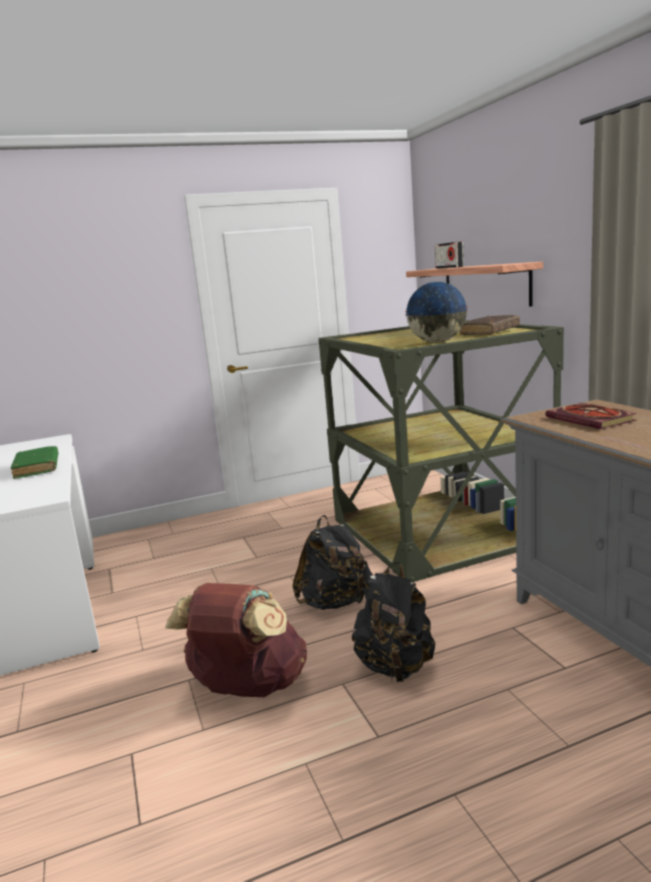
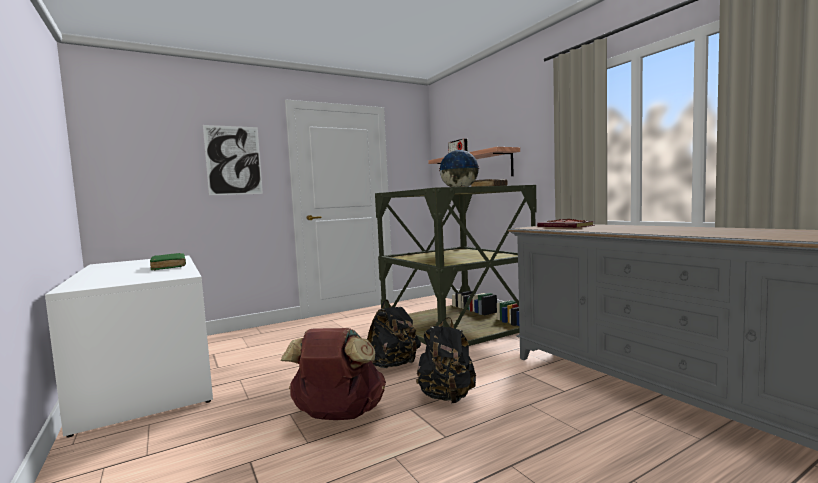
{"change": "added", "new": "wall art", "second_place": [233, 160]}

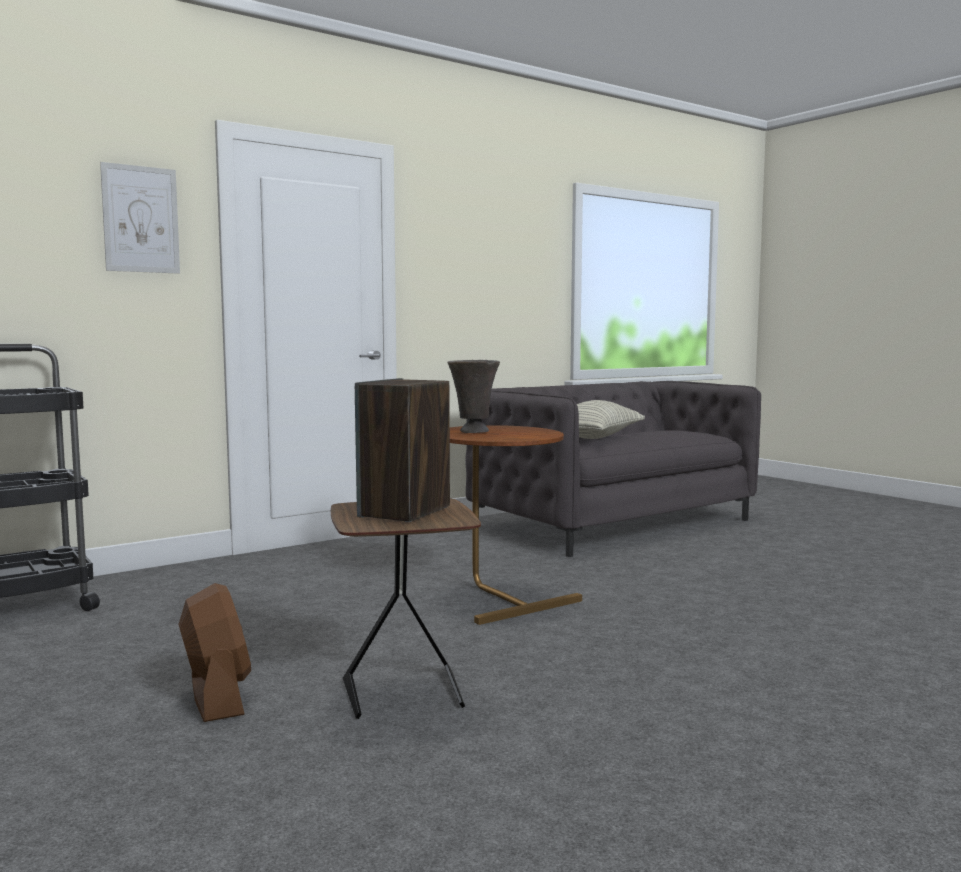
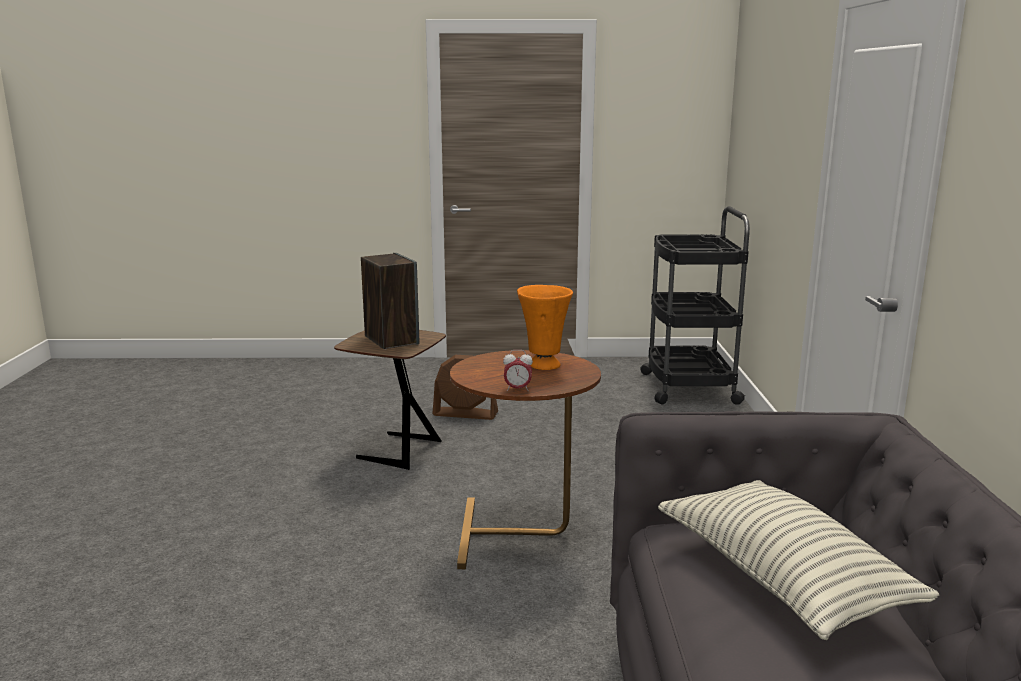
{"change": "removed", "old": "wall art", "first_place": [140, 218]}
{"change": "recoloured", "old": "gray decorative vase", "new": "orangey decorative vase", "first_place": [474, 396], "second_place": [545, 327]}
{"change": "added", "new": "table clock", "second_place": [518, 370]}

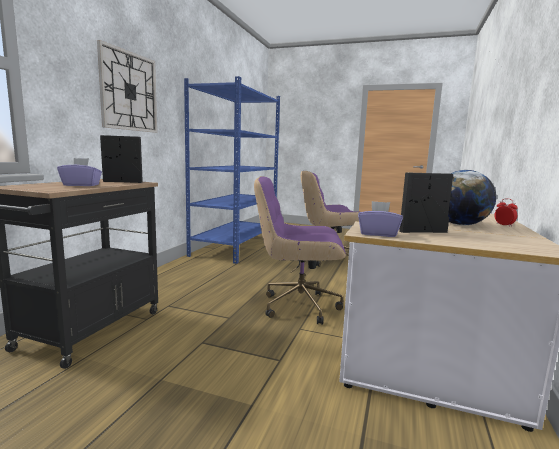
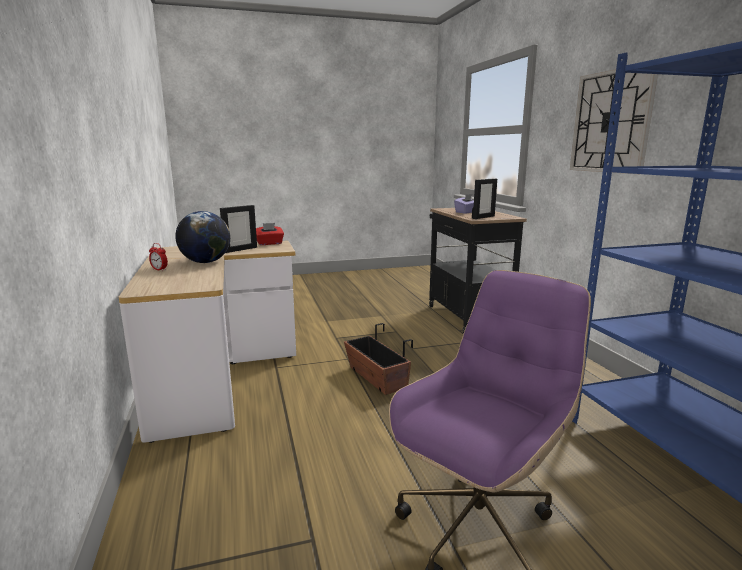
{"change": "replaced", "old": "purple office chair", "new": "plant pot", "first_place": [300, 250], "second_place": [378, 359]}
{"change": "recoloured", "old": "purple tissue box", "new": "red tissue box", "first_place": [380, 219], "second_place": [270, 234]}

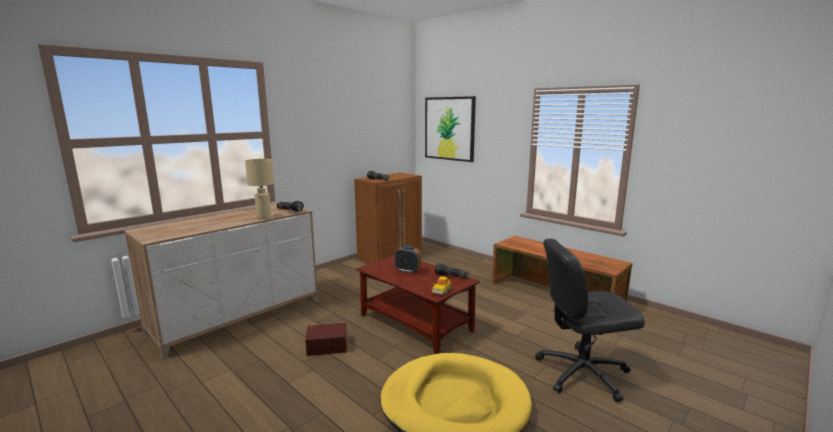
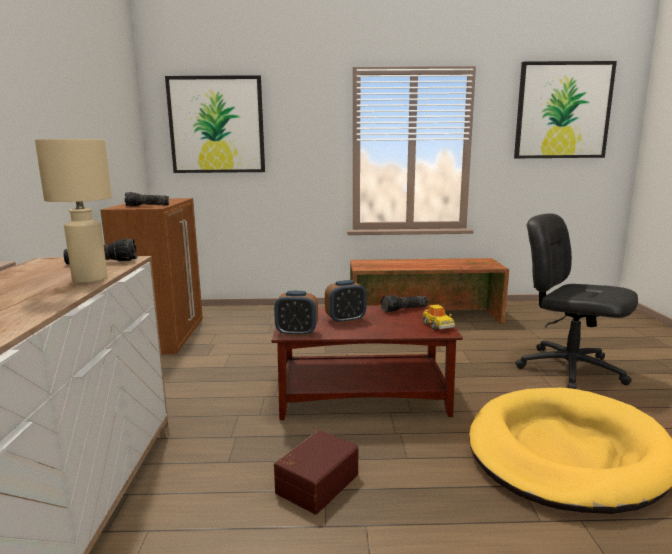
{"change": "turned", "old": "black-coloured office chair", "first_place": [590, 320], "second_place": [576, 301], "degrees": 90}
{"change": "added", "new": "wall art", "second_place": [565, 109]}
{"change": "added", "new": "table clock", "second_place": [296, 313]}

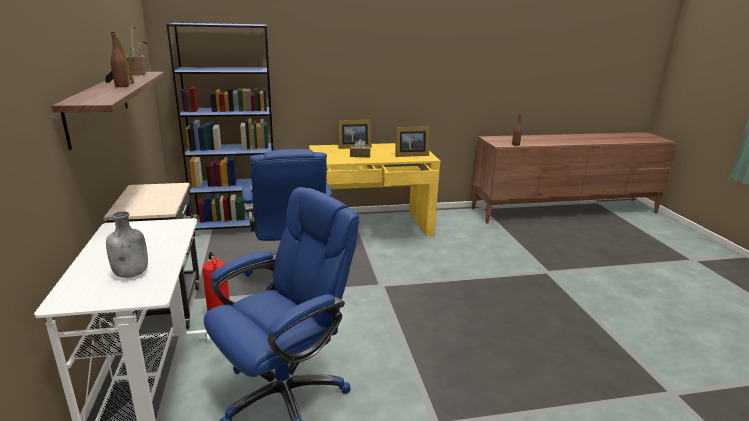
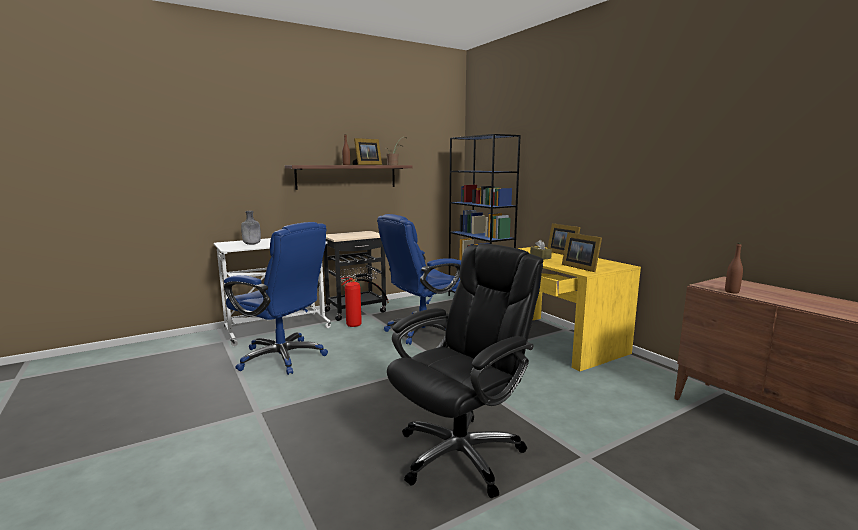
{"change": "added", "new": "black-coloured office chair", "second_place": [465, 370]}

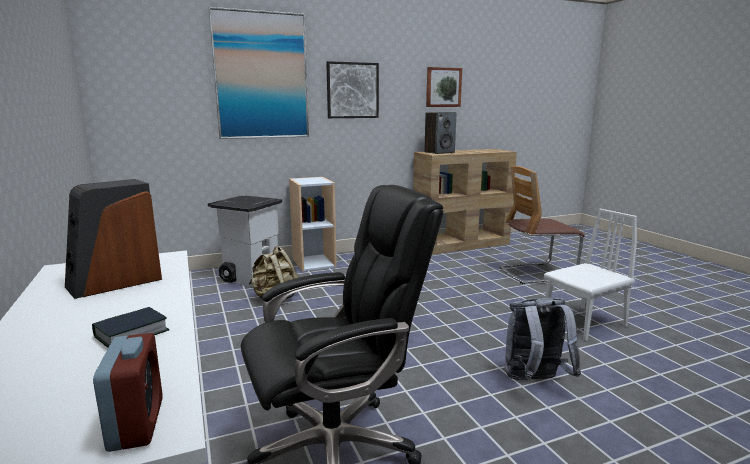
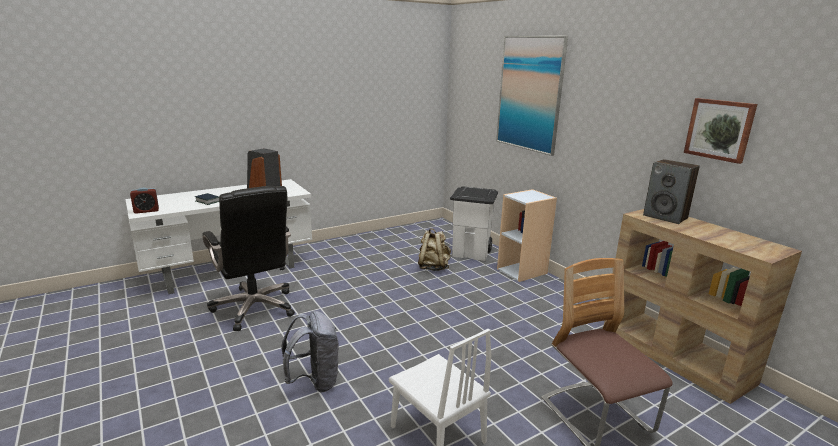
{"change": "removed", "old": "wall art", "first_place": [352, 89]}

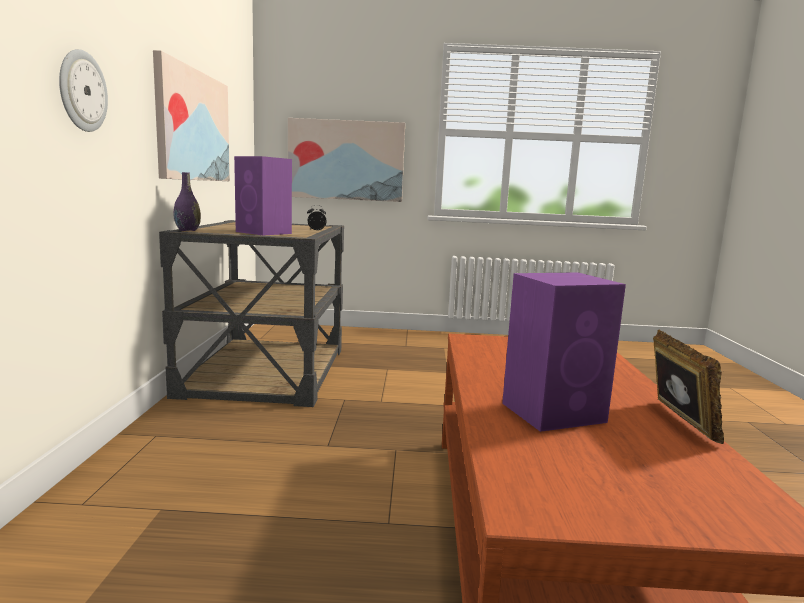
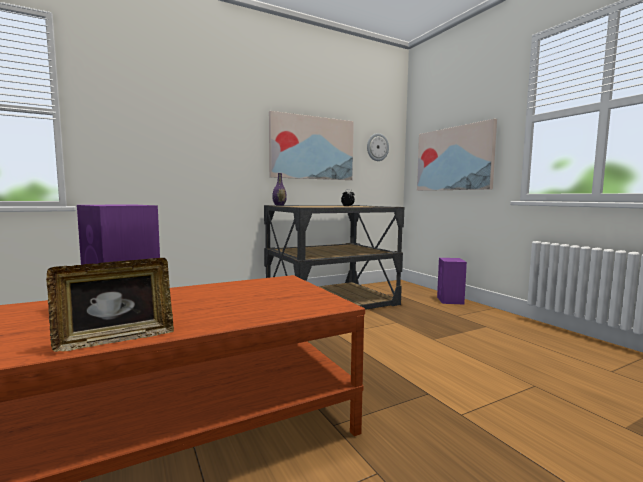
{"change": "moved", "old": "clock on the wall", "first_place": [83, 90], "second_place": [378, 147]}
{"change": "moved", "old": "purple loudspeaker", "first_place": [263, 195], "second_place": [452, 281]}

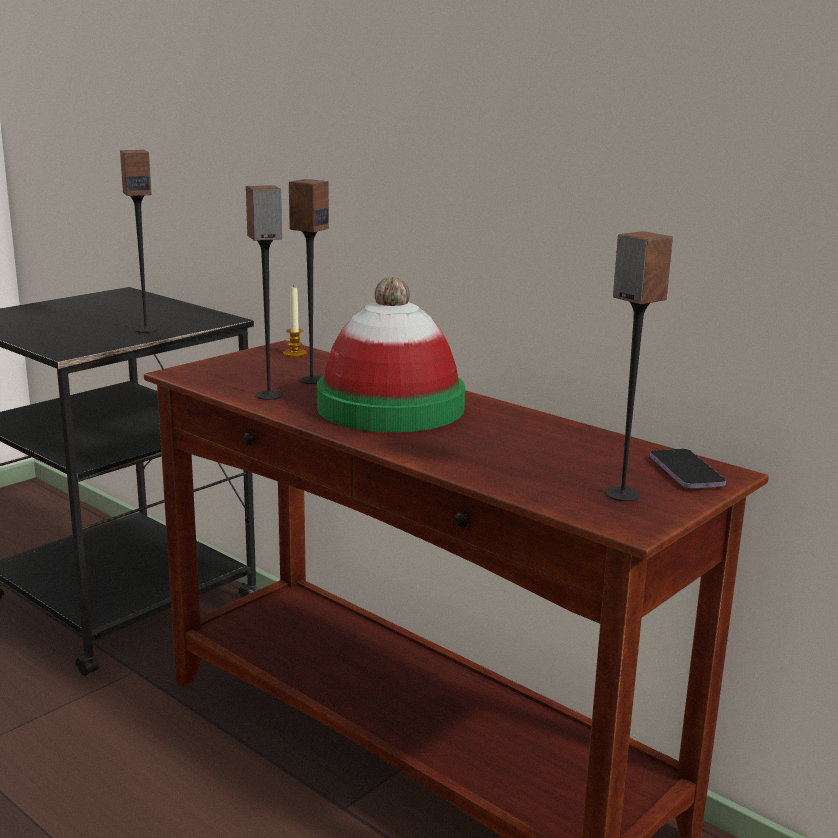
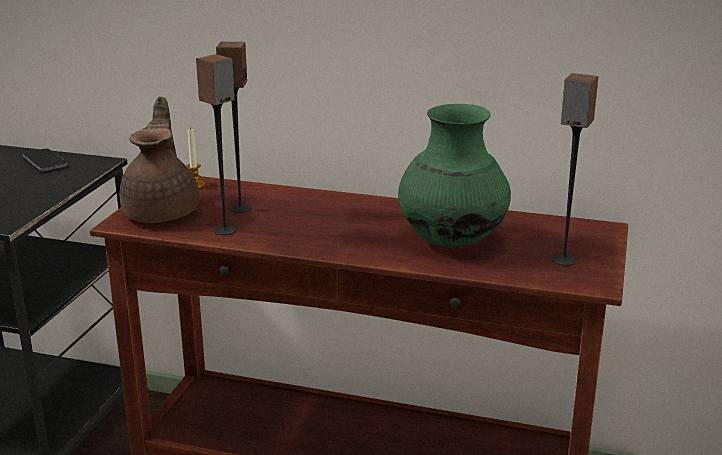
{"change": "removed", "old": "loudspeaker", "first_place": [139, 241]}
{"change": "removed", "old": "hat", "first_place": [391, 354]}
{"change": "moved", "old": "telephone", "first_place": [688, 468], "second_place": [45, 160]}
{"change": "added", "new": "brown teapot", "second_place": [159, 160]}
{"change": "added", "new": "green decorative vase", "second_place": [454, 175]}

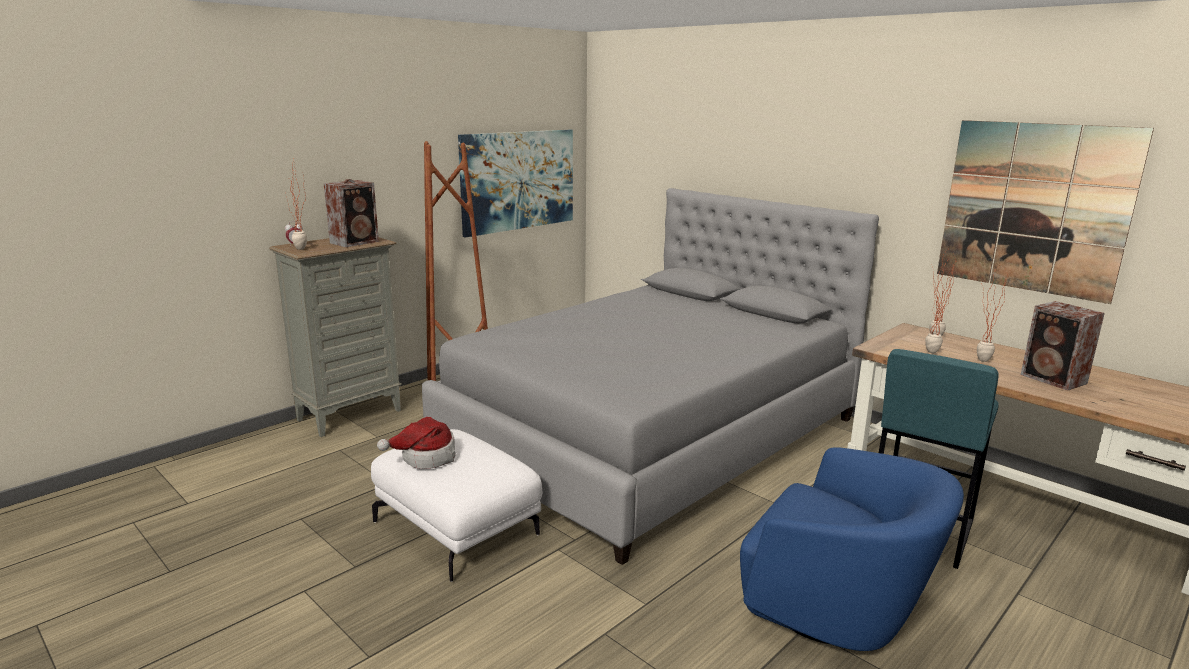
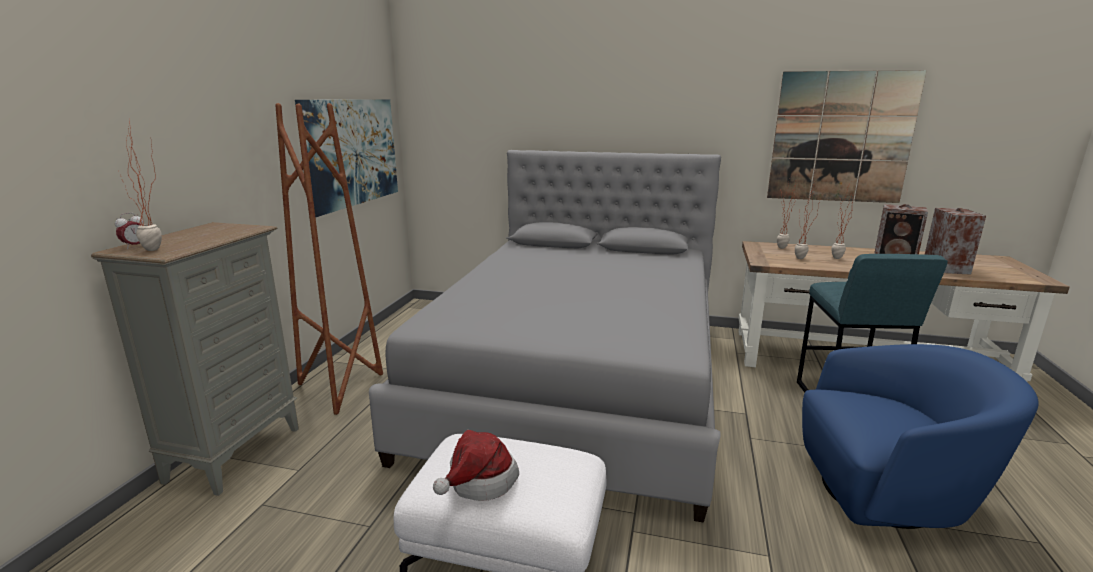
{"change": "moved", "old": "loudspeaker", "first_place": [351, 213], "second_place": [955, 241]}

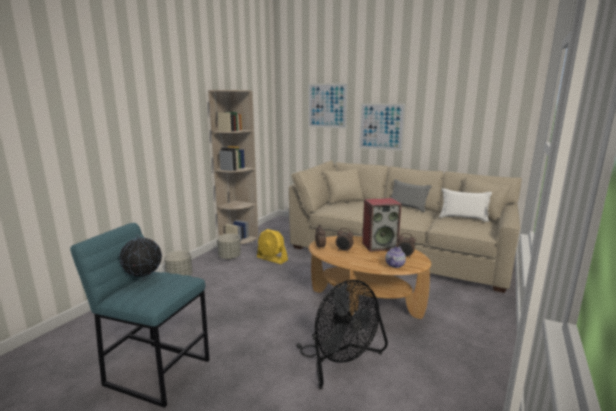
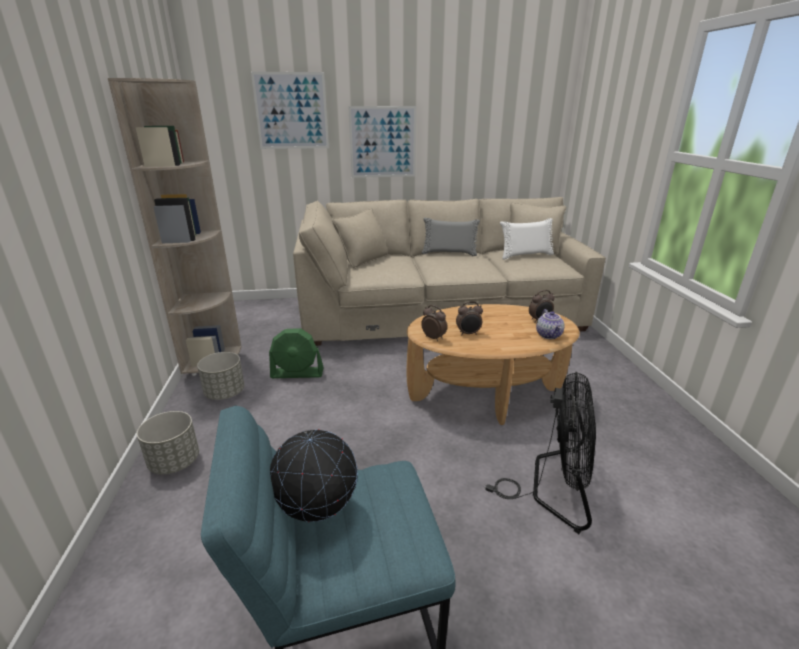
{"change": "removed", "old": "loudspeaker", "first_place": [381, 225]}
{"change": "recoloured", "old": "yellow fan", "new": "green fan", "first_place": [272, 246], "second_place": [296, 353]}

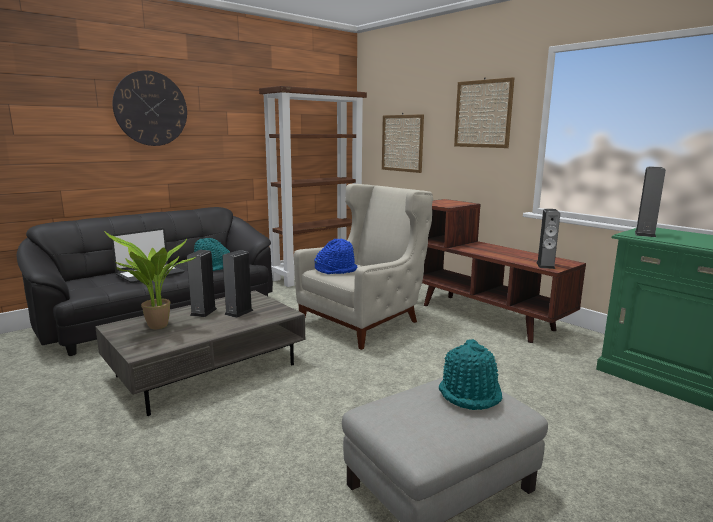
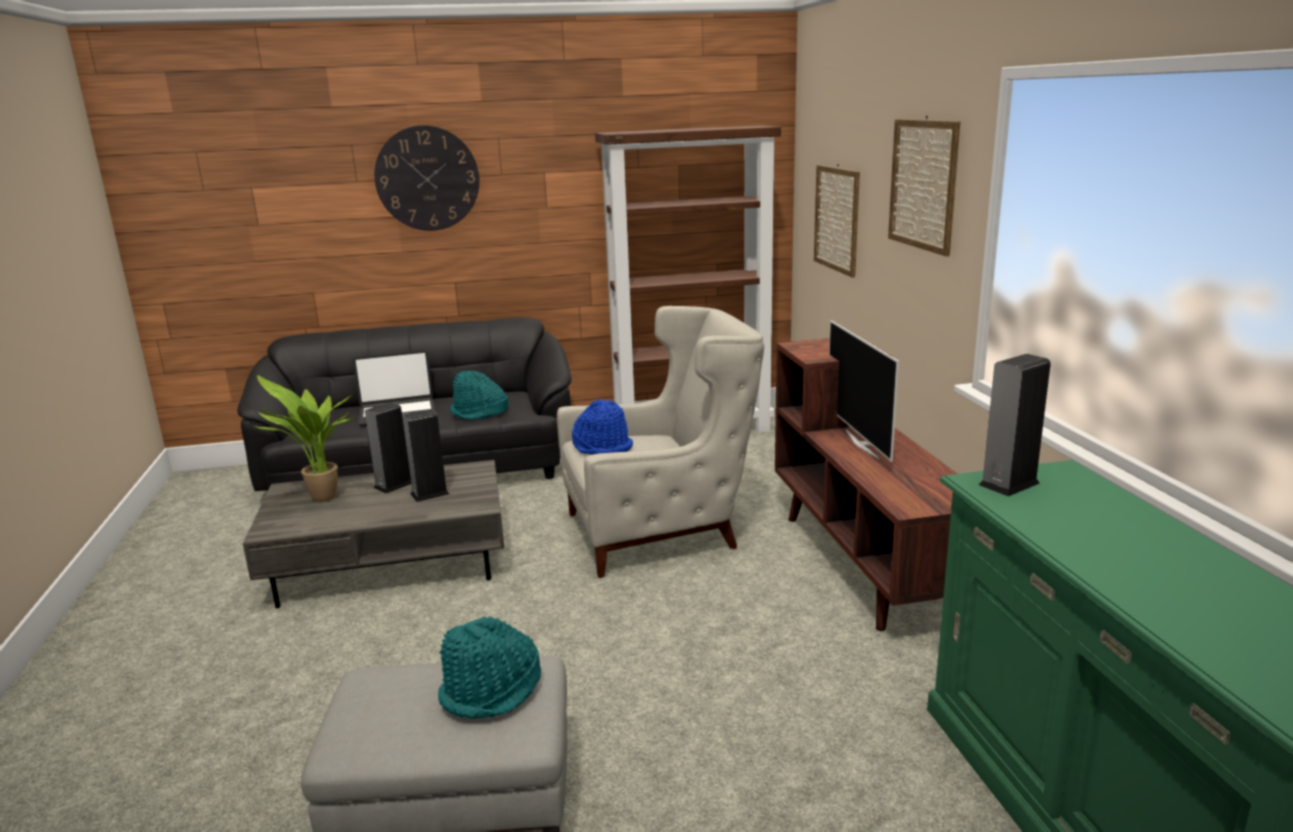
{"change": "removed", "old": "loudspeaker", "first_place": [548, 239]}
{"change": "added", "new": "TV", "second_place": [864, 391]}

